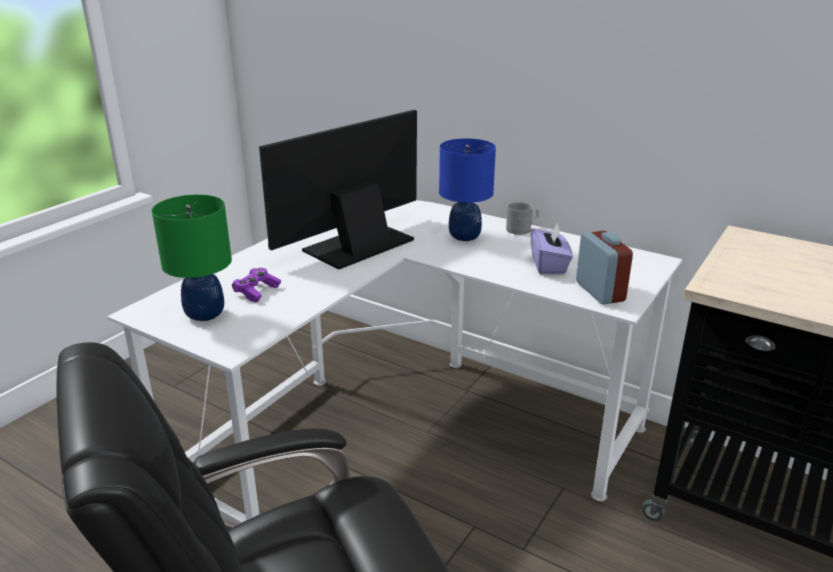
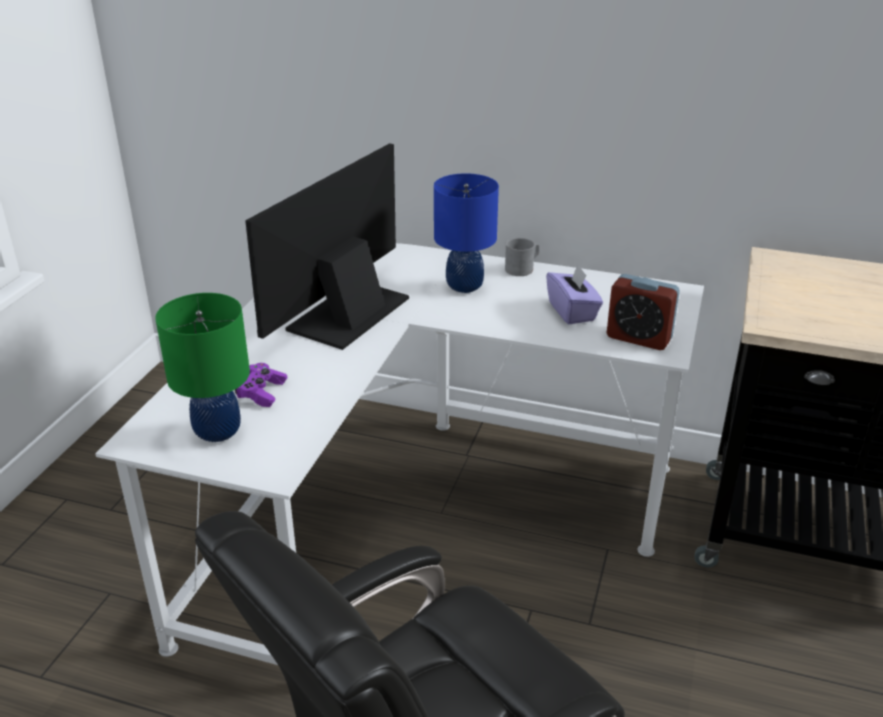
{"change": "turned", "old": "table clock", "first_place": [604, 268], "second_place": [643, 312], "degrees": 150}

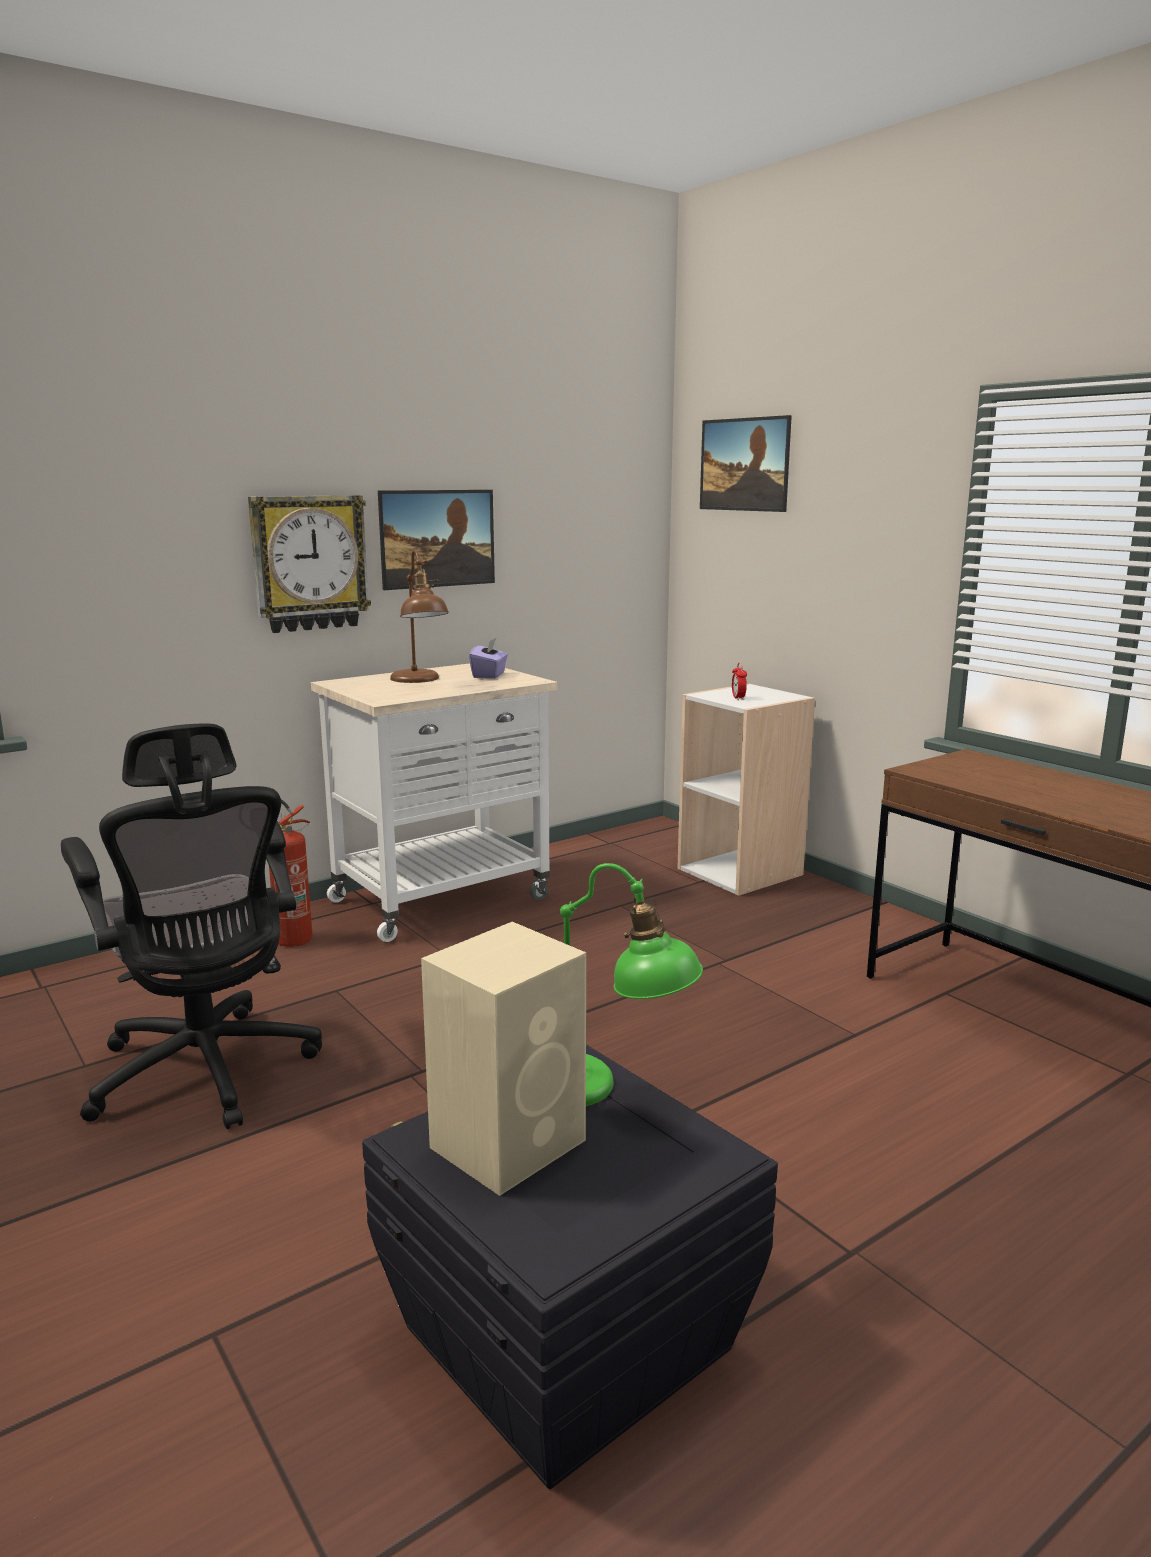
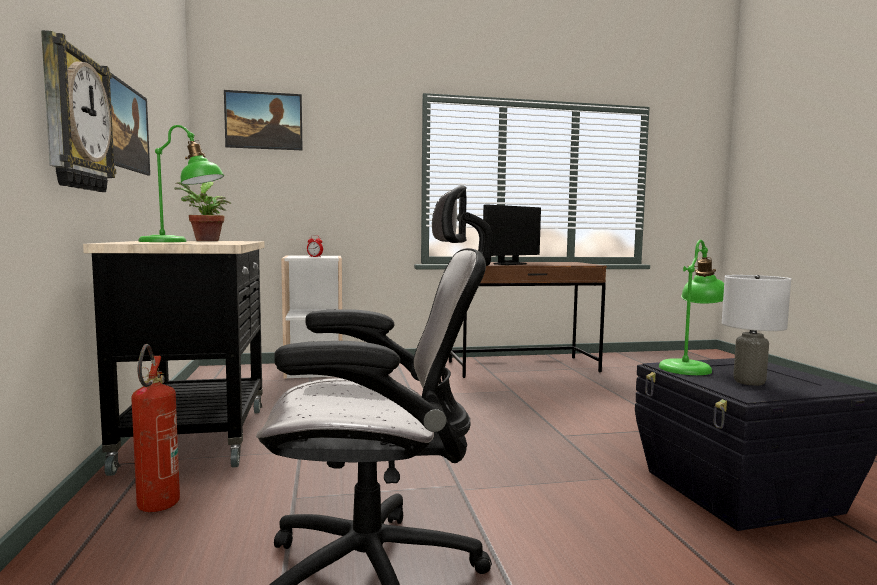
{"change": "recoloured", "old": "brown table lamp", "new": "green table lamp", "first_place": [419, 616], "second_place": [181, 183]}
{"change": "replaced", "old": "purple tissue box", "new": "plant in a pot", "first_place": [488, 658], "second_place": [202, 211]}
{"change": "recoloured", "old": "whitish trolley", "new": "black-coloured trolley", "first_place": [434, 802], "second_place": [174, 358]}
{"change": "replaced", "old": "sand-coloured loudspeaker", "new": "whitish table lamp", "first_place": [503, 1059], "second_place": [756, 330]}
{"change": "added", "new": "computer screen", "second_place": [512, 234]}

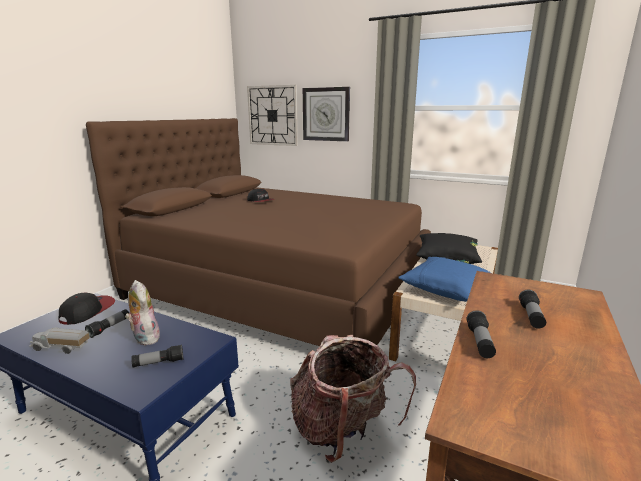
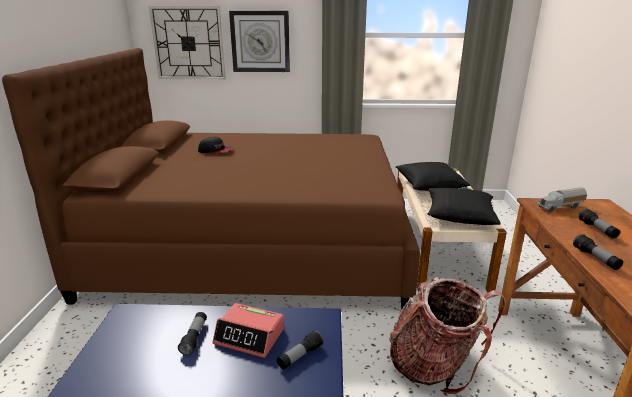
{"change": "recoloured", "old": "bluish pillow", "new": "black-coloured pillow", "first_place": [444, 279], "second_place": [464, 206]}
{"change": "replaced", "old": "soft toy", "new": "table clock", "first_place": [142, 313], "second_place": [248, 330]}
{"change": "removed", "old": "cap", "first_place": [86, 309]}
{"change": "moved", "old": "model truck", "first_place": [59, 340], "second_place": [561, 200]}

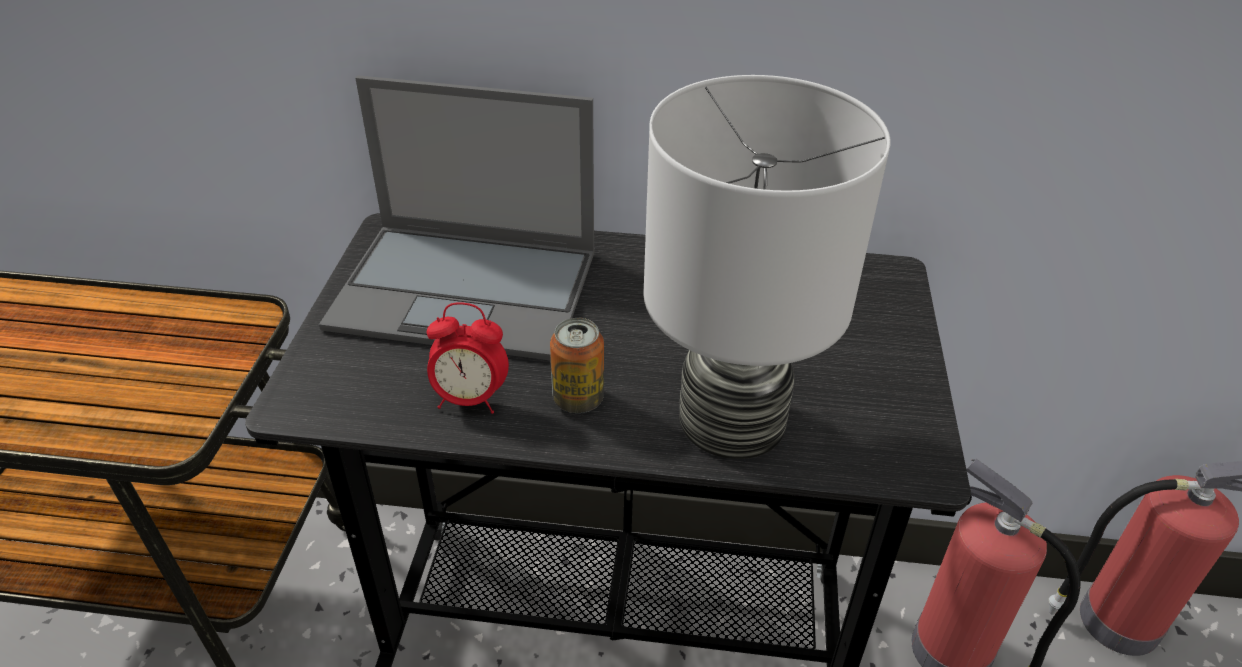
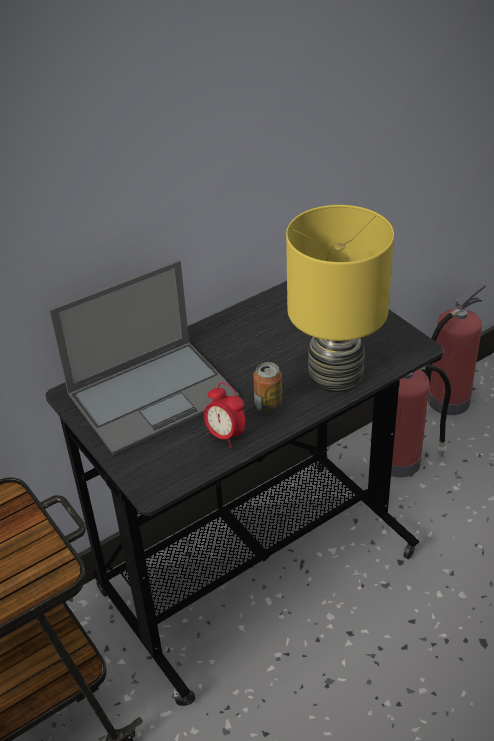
{"change": "recoloured", "old": "gray table lamp", "new": "yellow table lamp", "first_place": [767, 267], "second_place": [340, 298]}
{"change": "turned", "old": "table clock", "first_place": [468, 358], "second_place": [225, 415], "degrees": 75}

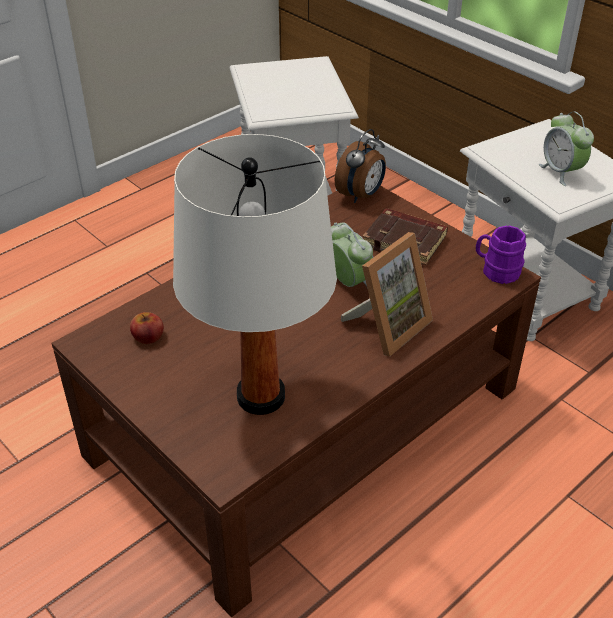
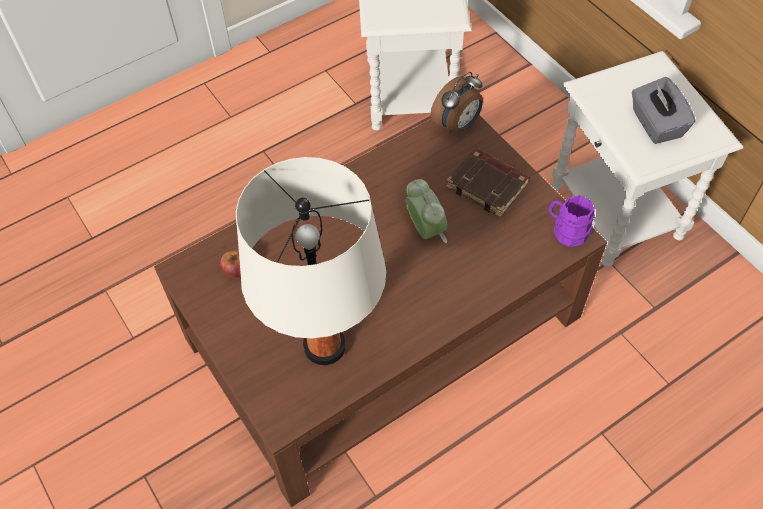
{"change": "replaced", "old": "table clock", "new": "gray tissue box", "first_place": [566, 148], "second_place": [663, 110]}
{"change": "removed", "old": "standing frame", "first_place": [387, 294]}

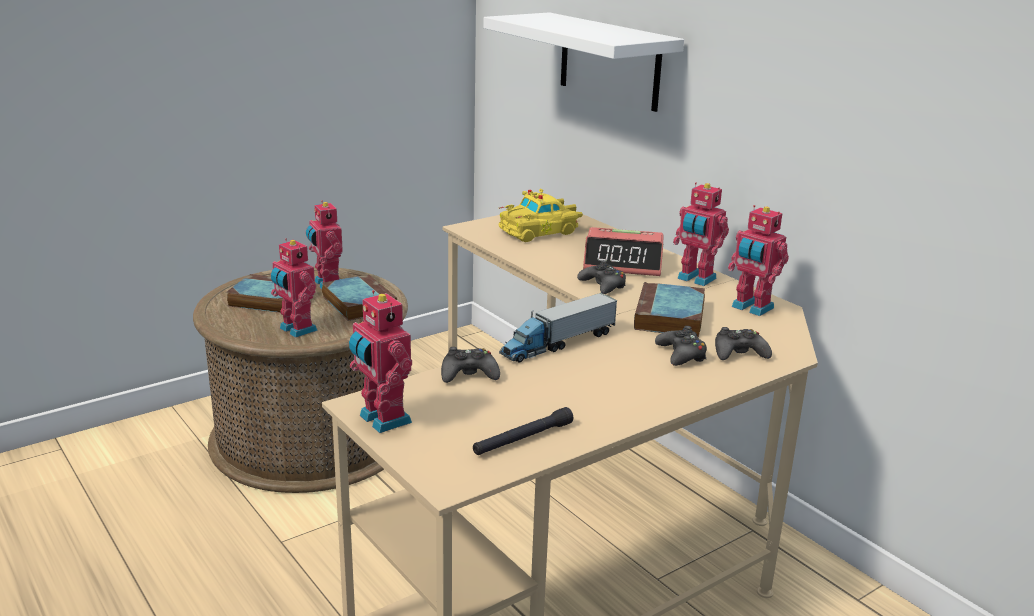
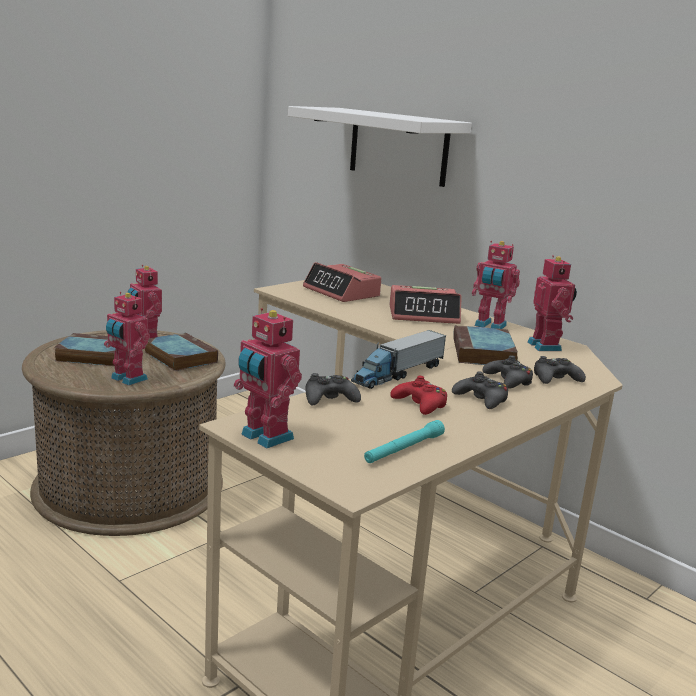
{"change": "replaced", "old": "yellow toy car", "new": "table clock", "first_place": [540, 215], "second_place": [342, 282]}
{"change": "turned", "old": "robot figure", "first_place": [758, 260], "second_place": [552, 303], "degrees": -135}
{"change": "moved", "old": "black-coloured joypad", "first_place": [601, 277], "second_place": [480, 390]}
{"change": "recoloured", "old": "black-coloured torch", "new": "blue-green torch", "first_place": [523, 431], "second_place": [404, 441]}
{"change": "added", "new": "red joypad", "second_place": [418, 395]}

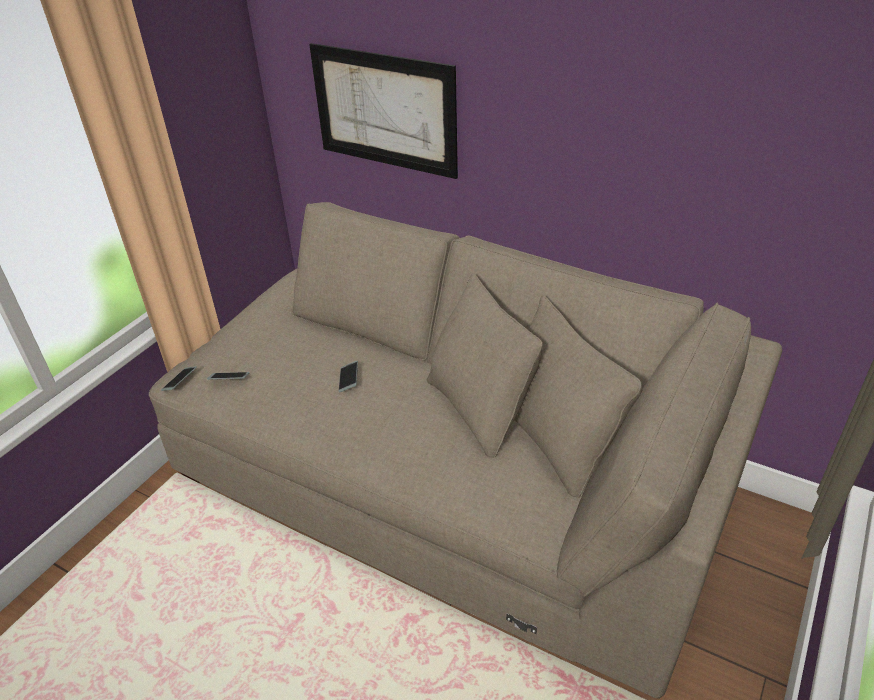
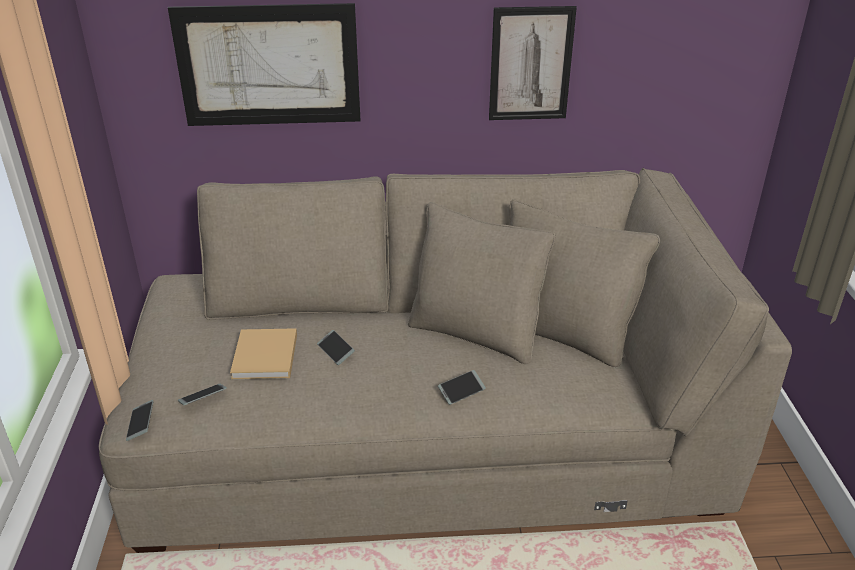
{"change": "added", "new": "wall art", "second_place": [533, 63]}
{"change": "added", "new": "sand-coloured book", "second_place": [263, 353]}
{"change": "added", "new": "telephone", "second_place": [462, 387]}

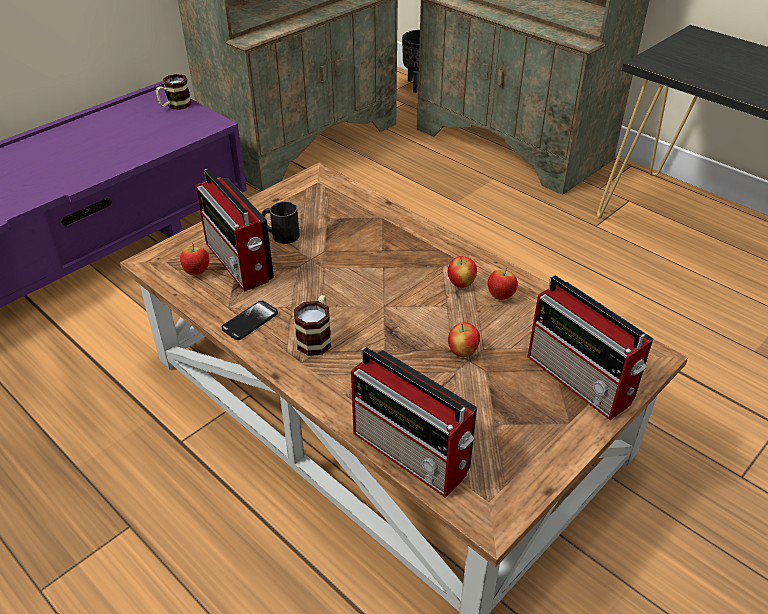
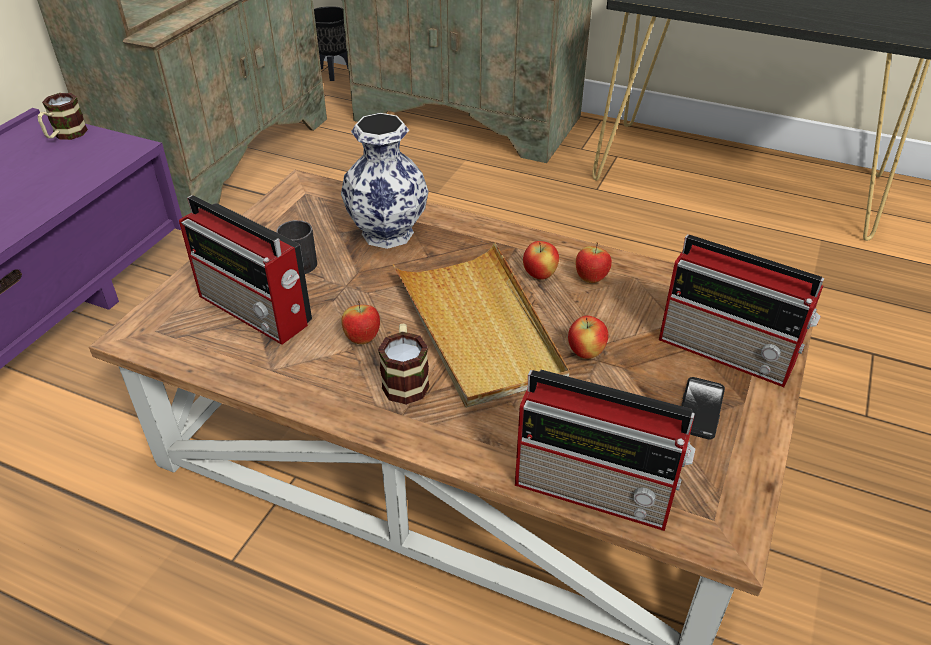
{"change": "moved", "old": "whole apple", "first_place": [195, 259], "second_place": [360, 322]}
{"change": "moved", "old": "telephone", "first_place": [249, 320], "second_place": [703, 408]}
{"change": "added", "new": "decorative vase", "second_place": [385, 181]}
{"change": "added", "new": "sand-coloured tray", "second_place": [481, 325]}

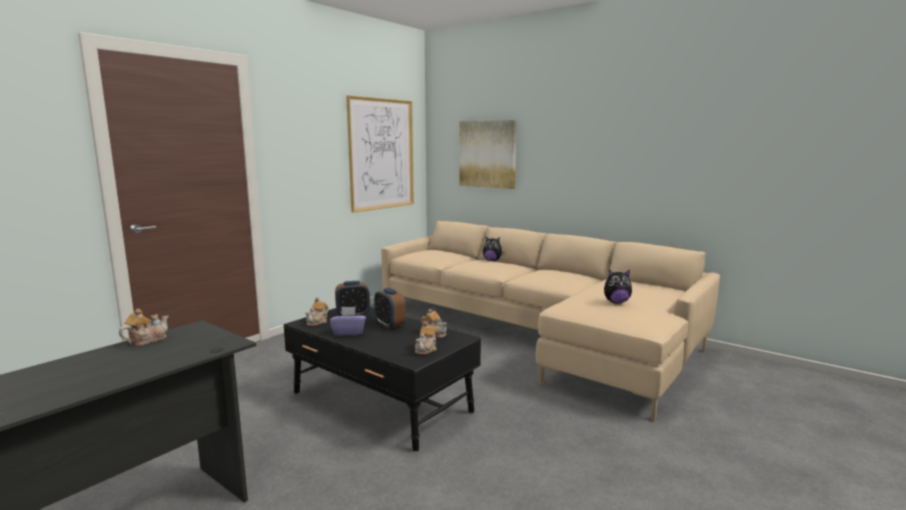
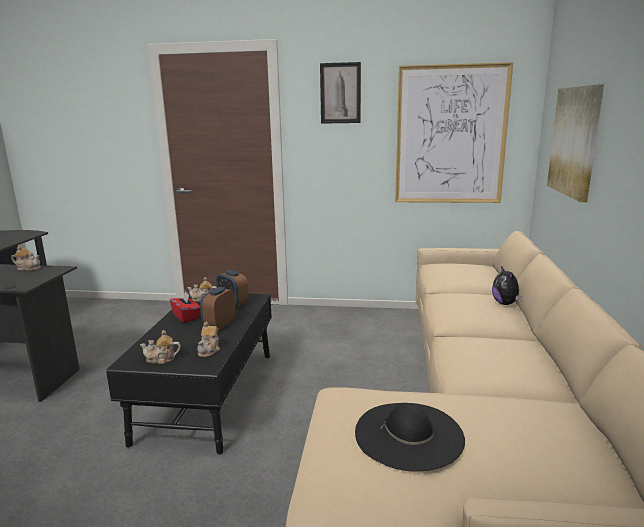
{"change": "replaced", "old": "soft toy", "new": "black-coloured hat", "first_place": [618, 287], "second_place": [410, 437]}
{"change": "recoloured", "old": "purple tissue box", "new": "red tissue box", "first_place": [348, 321], "second_place": [185, 307]}
{"change": "added", "new": "wall art", "second_place": [340, 93]}

